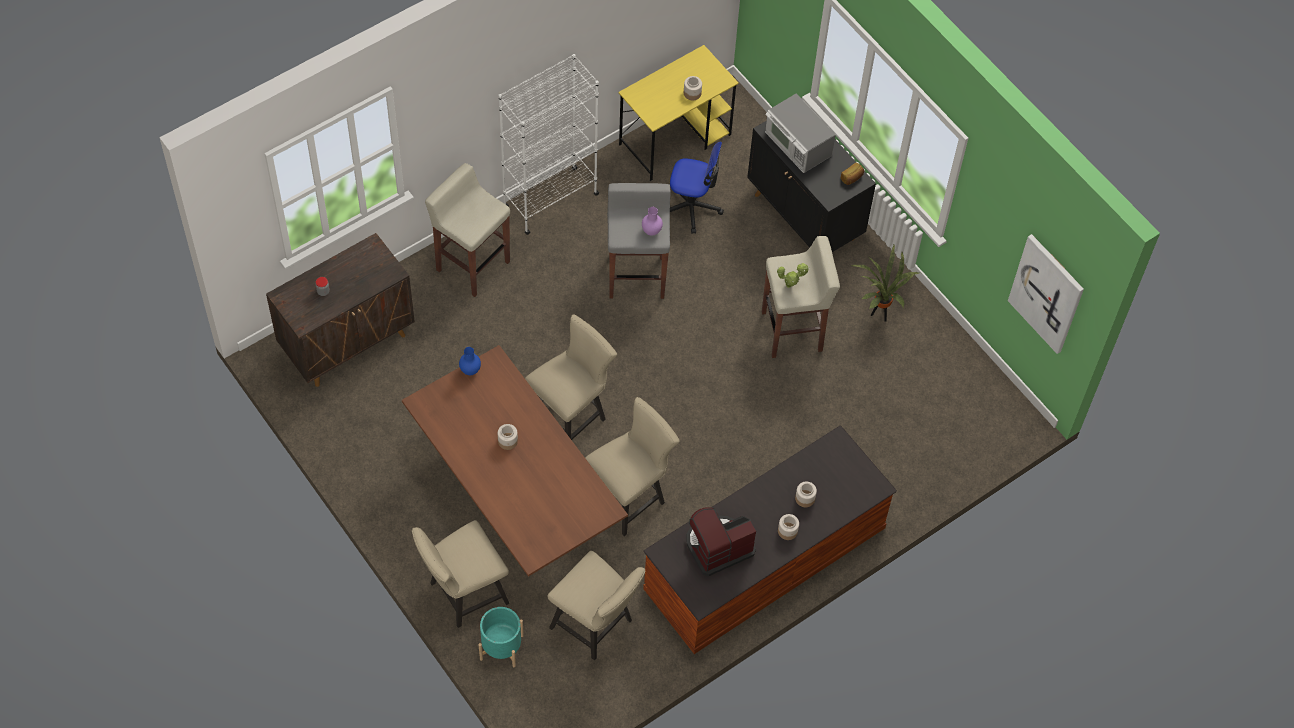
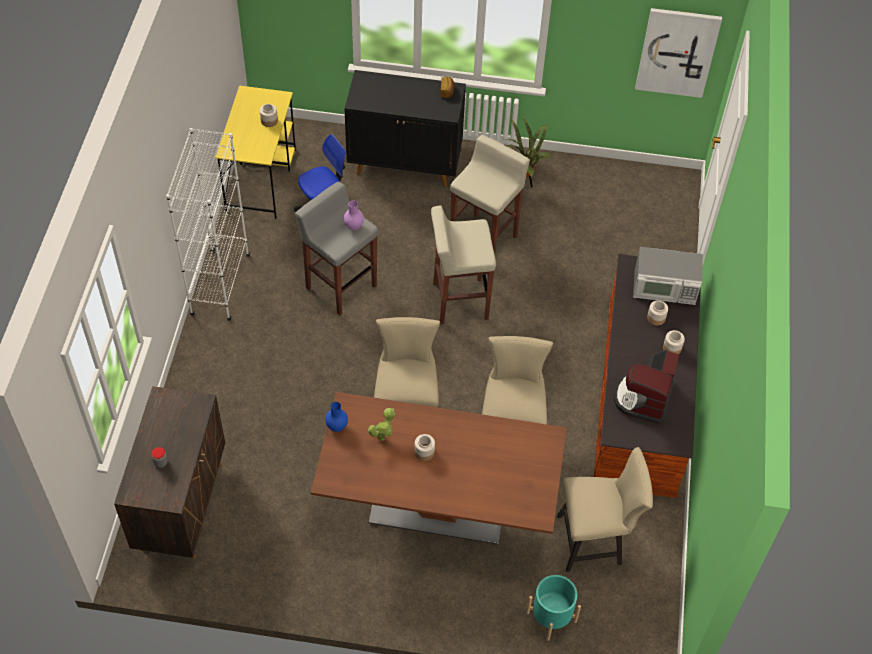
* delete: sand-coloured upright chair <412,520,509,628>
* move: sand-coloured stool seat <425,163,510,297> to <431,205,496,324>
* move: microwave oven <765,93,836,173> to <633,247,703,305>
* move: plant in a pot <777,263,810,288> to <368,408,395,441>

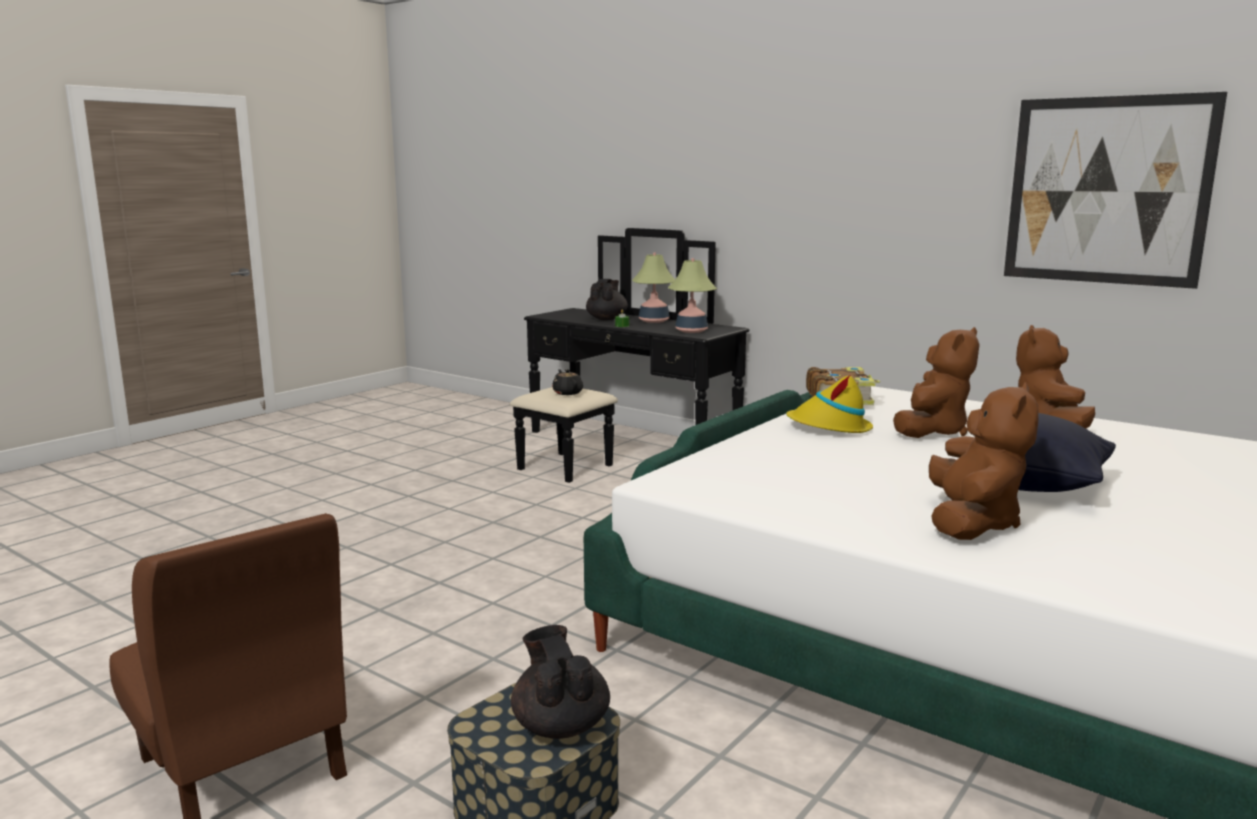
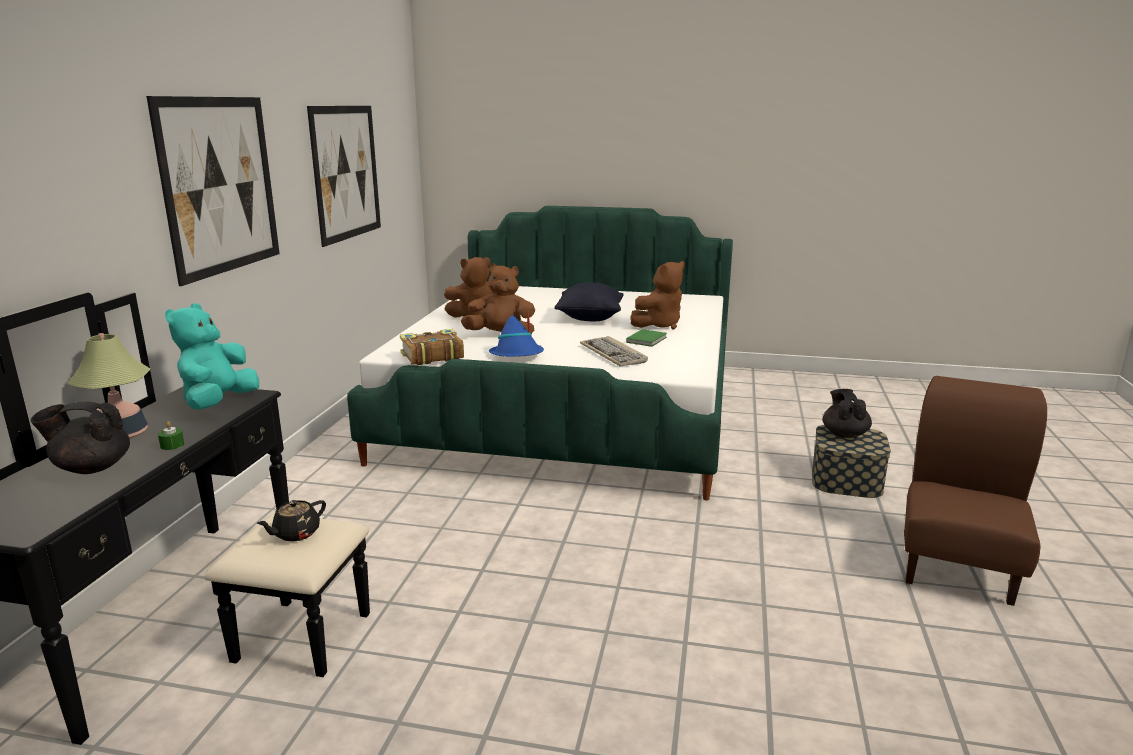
* rotate: blackish teapot <511,625,610,739> = <823,389,872,438> 135 degrees clockwise
* replace: tabletop lamp <668,258,717,333> to turquoise plush toy <165,303,259,409>
* recolor: yellowish wearable hat <786,374,873,433> to blue wearable hat <489,312,544,357>
* rotate: brown-coloured plush toy <929,383,1038,540> = <630,261,685,329> 150 degrees clockwise
* insert: picture <146,96,280,286>
* insert: keyboard <580,336,648,367>
* insert: green book <626,329,667,347>

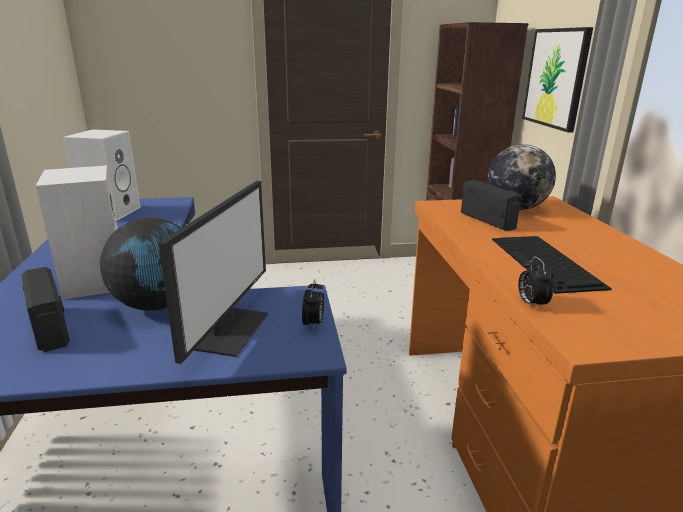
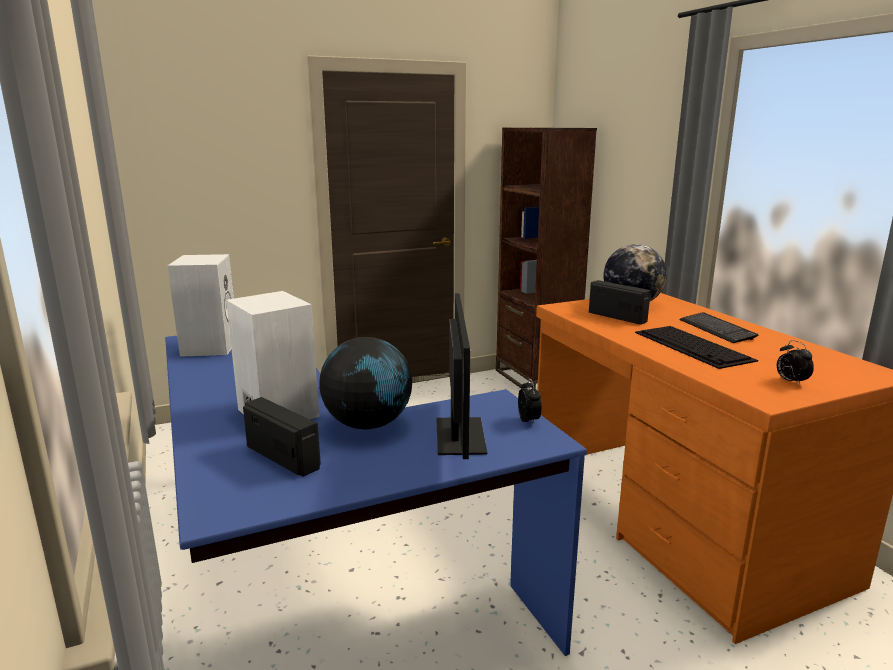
* move: bedside clock <518,256,553,311> to <777,340,814,385>
* delete: picture <522,27,593,132>
* insert: keyboard <680,312,759,343>

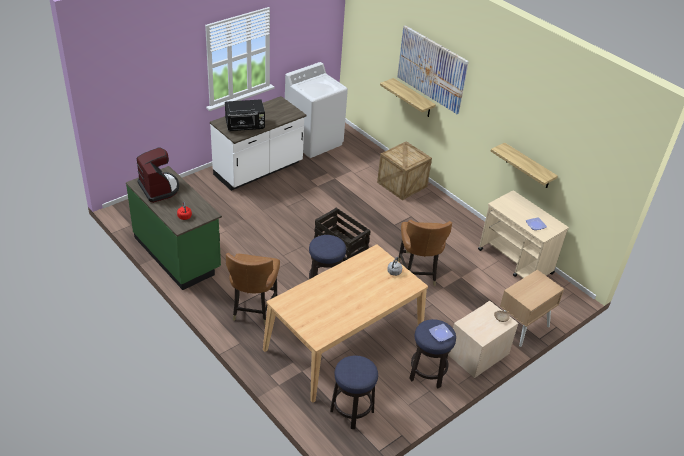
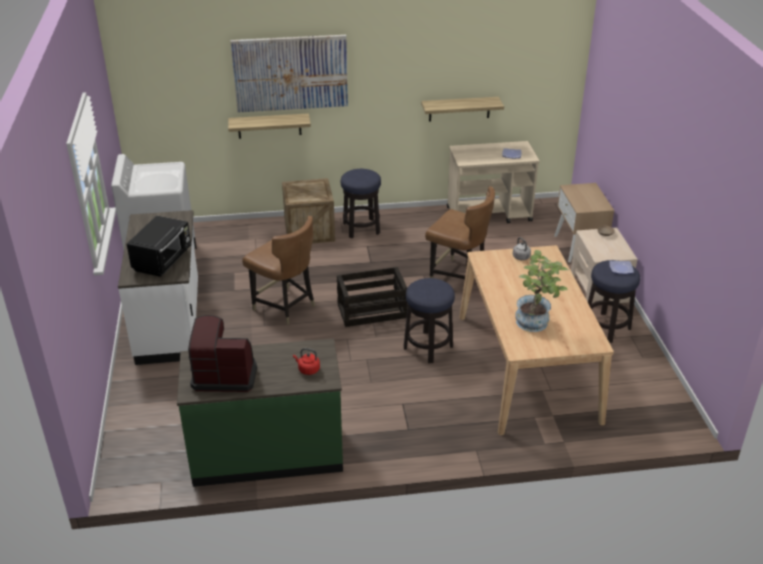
* move: brown-coloured upright chair <226,253,280,325> to <242,216,315,325>
* move: stool seat <330,355,378,429> to <341,169,381,239>
* insert: plant in a pot <515,250,568,332>

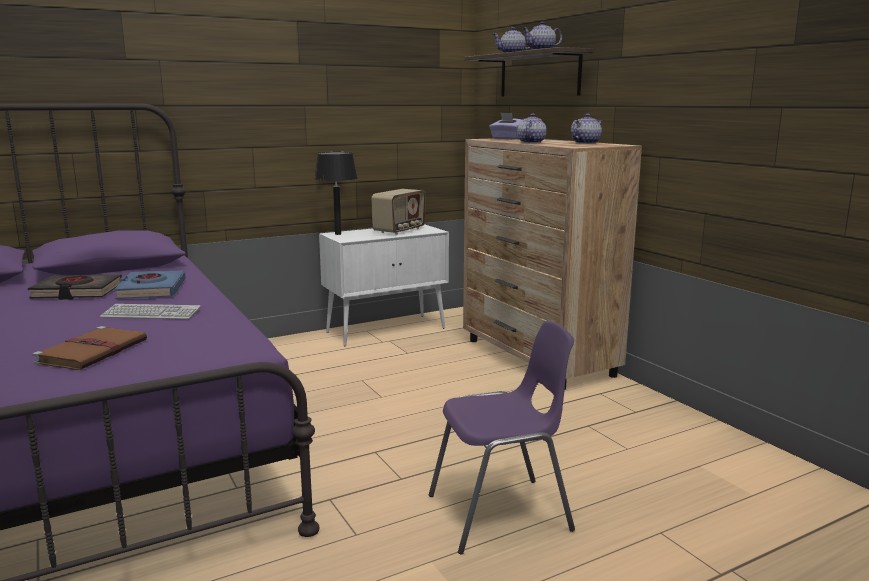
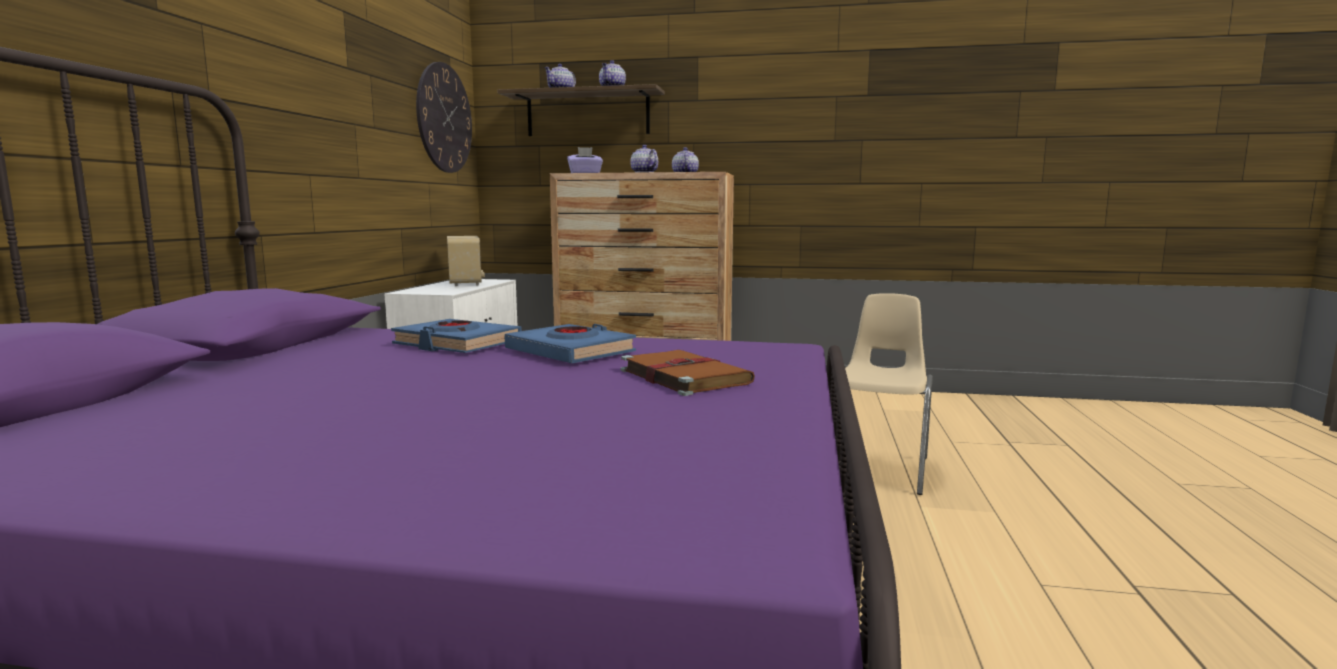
* delete: blackish book <28,274,122,300>
* replace: keyboard <100,304,201,320> to blue book <504,324,636,363>
* delete: blackish tabletop lamp <314,152,358,235>
* recolor: purple upright chair <429,321,575,554> to sand-coloured upright chair <845,293,933,495>
* insert: hanging clock <416,62,472,173>

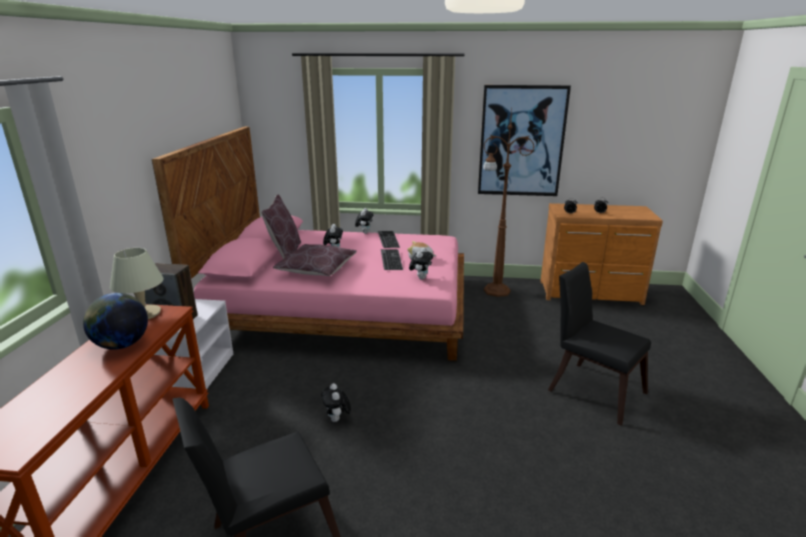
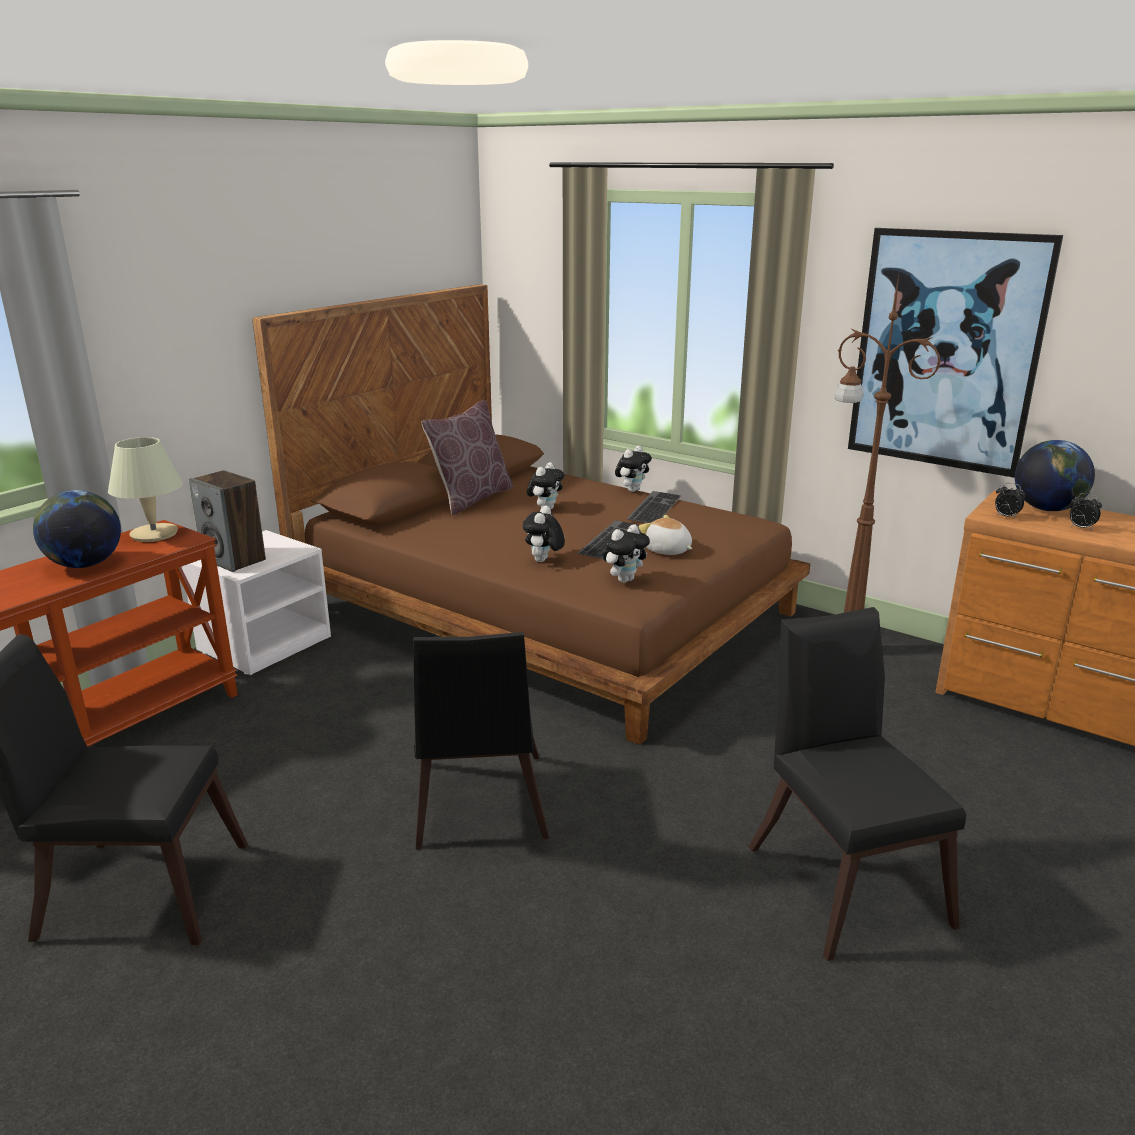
* recolor: pink bedroom bed <152,127,464,361> to brown-coloured bedroom bed <252,284,810,745>
* delete: brown-coloured pillow <273,244,357,276>
* move: plush toy <321,383,351,422> to <523,506,565,562>
* insert: blackish upright chair <413,632,549,850>
* insert: globe <1015,440,1095,511>

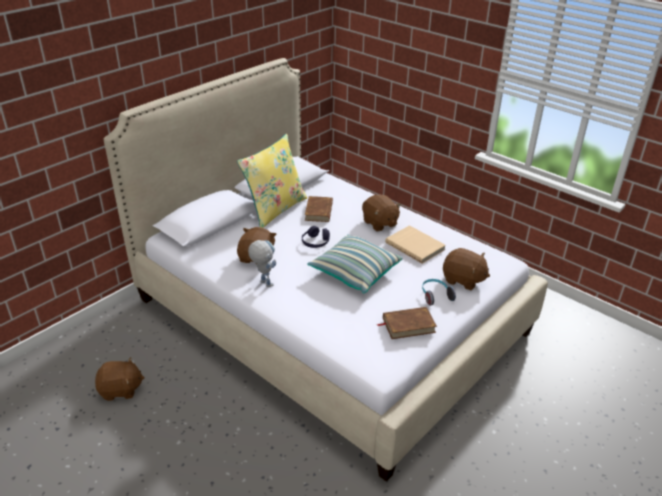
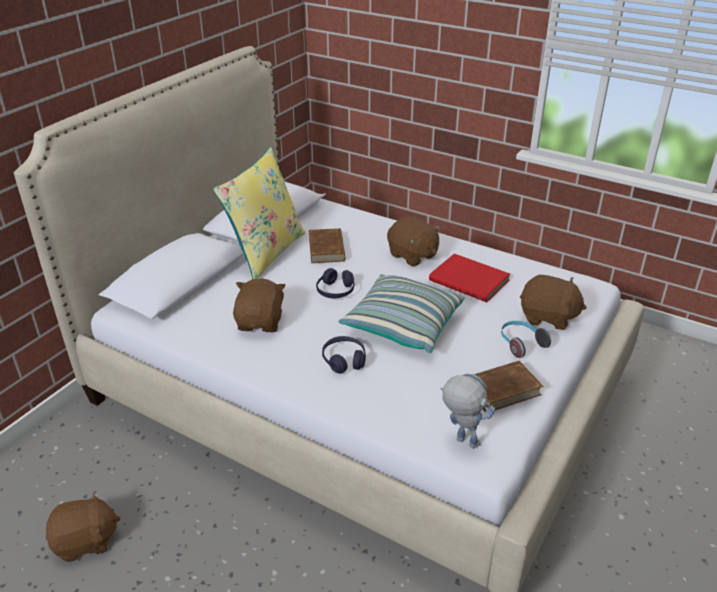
* move: model robot <248,240,276,287> to <440,374,495,449>
* recolor: sand-coloured book <385,225,446,264> to red-coloured book <429,254,510,302>
* insert: purple headphones <322,336,366,374>

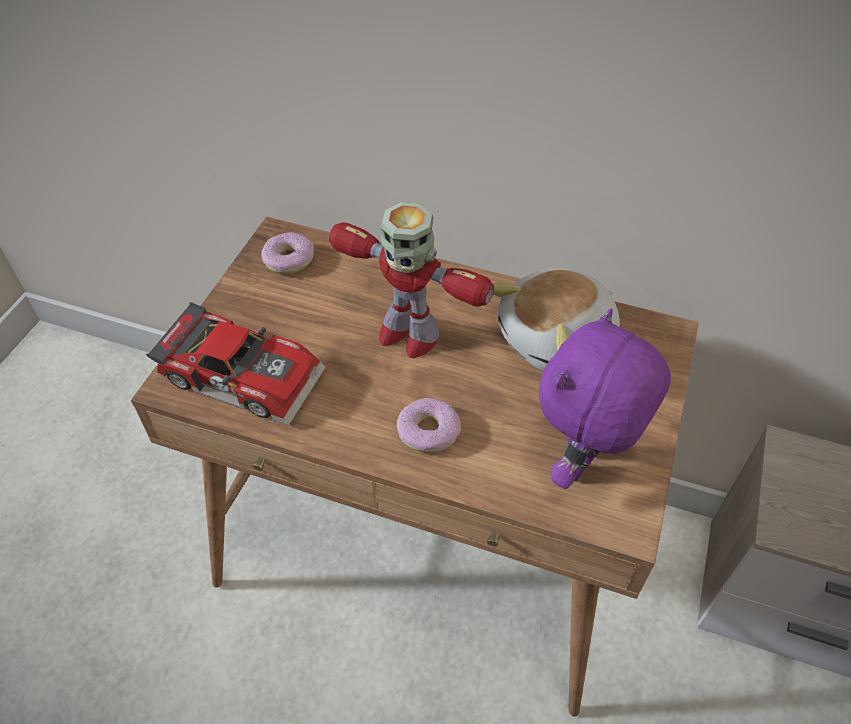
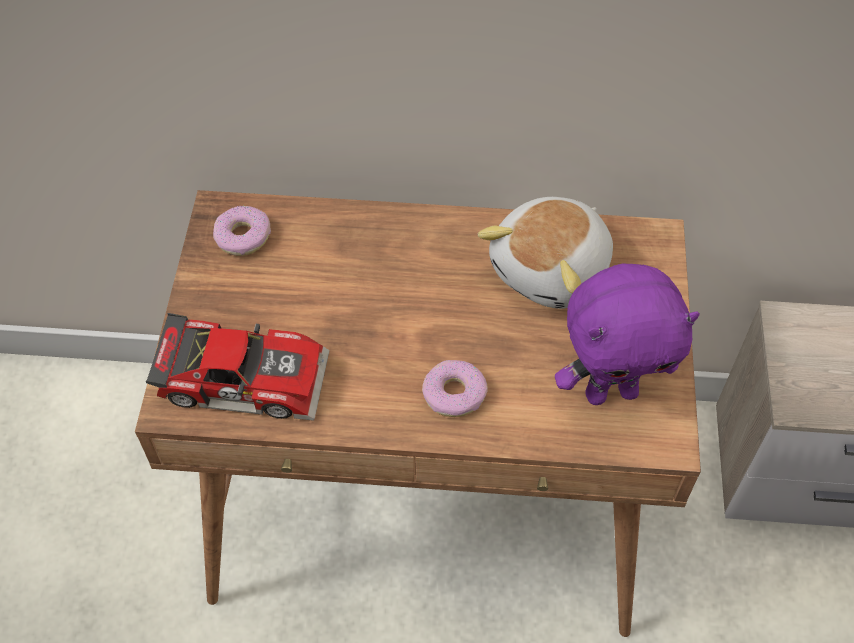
* delete: model robot <329,202,494,358>
* rotate: purple plush toy <539,309,671,489> = <555,264,700,405> 120 degrees counterclockwise

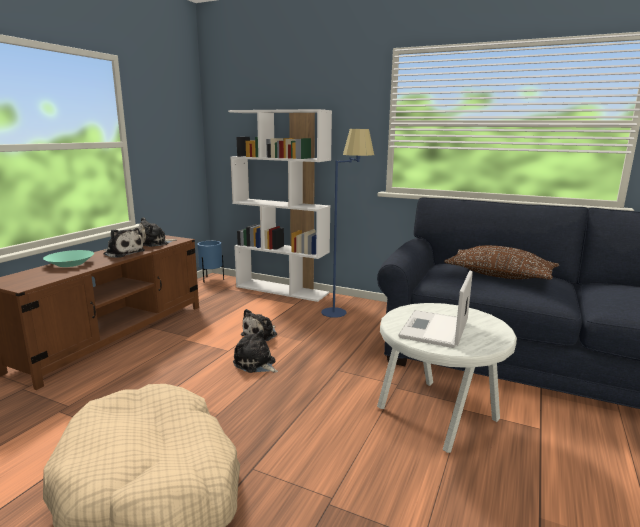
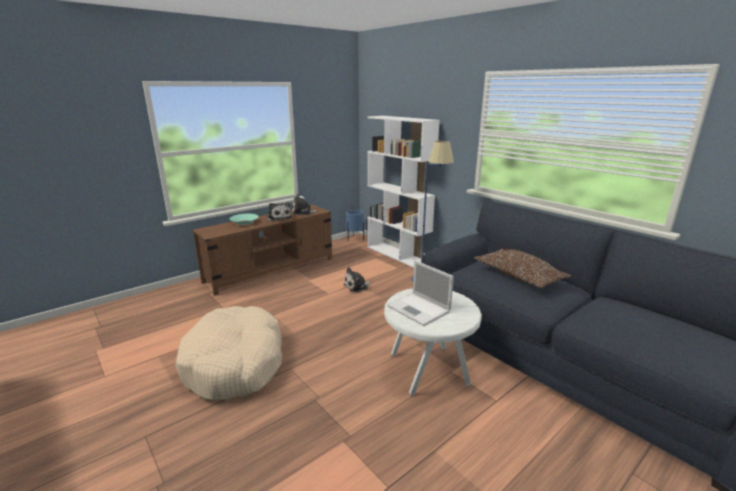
* delete: plush toy <233,330,278,373>
* rotate: notebook computer <398,271,473,348> = <387,260,454,326> 90 degrees counterclockwise

